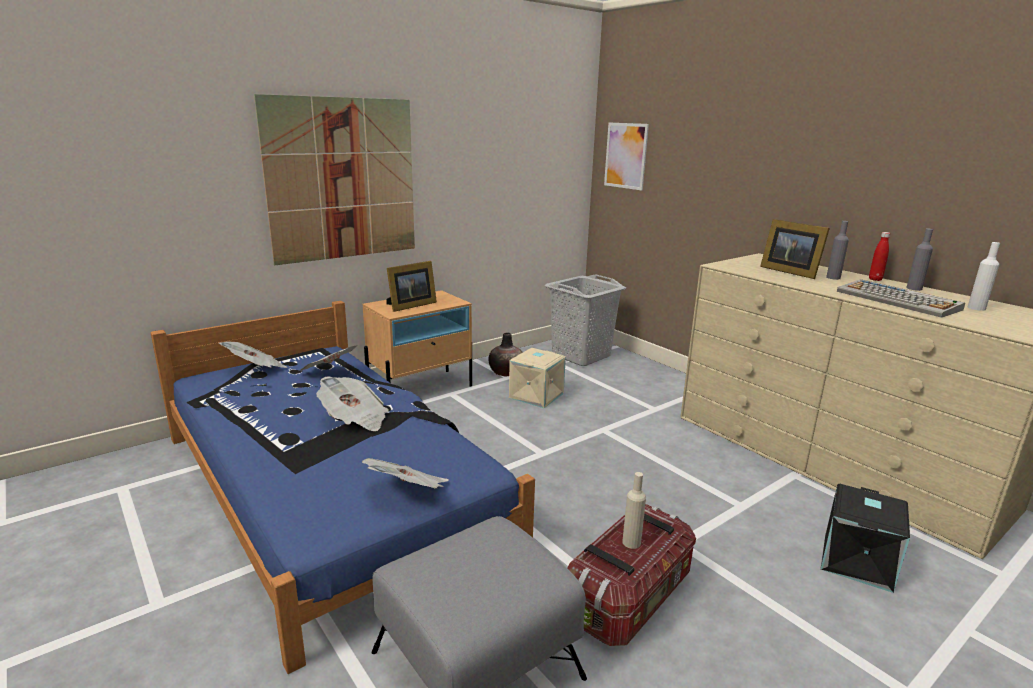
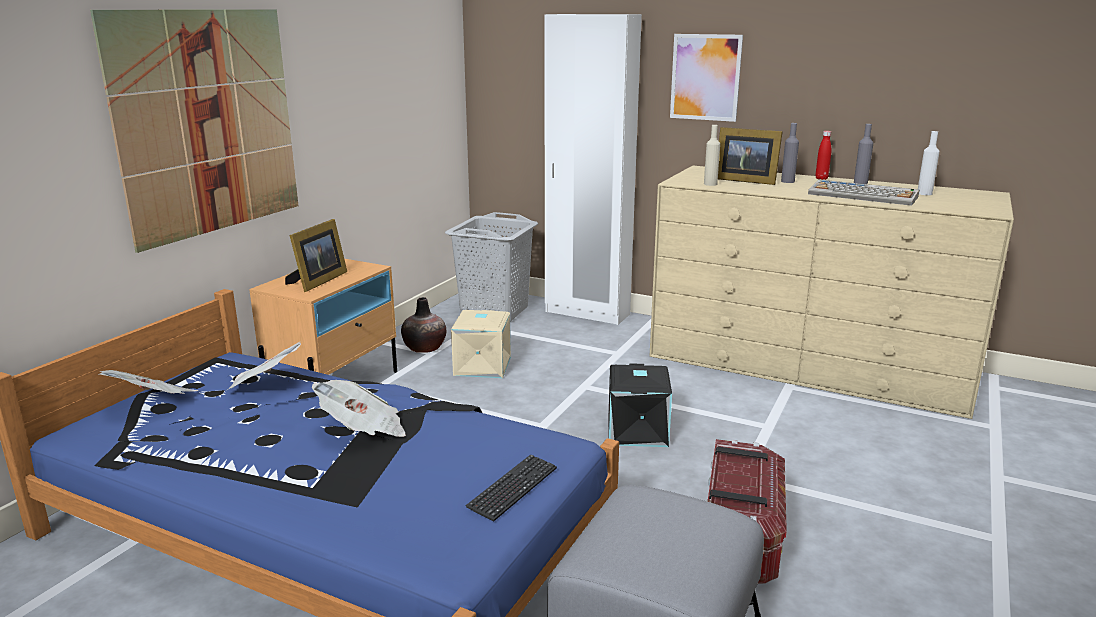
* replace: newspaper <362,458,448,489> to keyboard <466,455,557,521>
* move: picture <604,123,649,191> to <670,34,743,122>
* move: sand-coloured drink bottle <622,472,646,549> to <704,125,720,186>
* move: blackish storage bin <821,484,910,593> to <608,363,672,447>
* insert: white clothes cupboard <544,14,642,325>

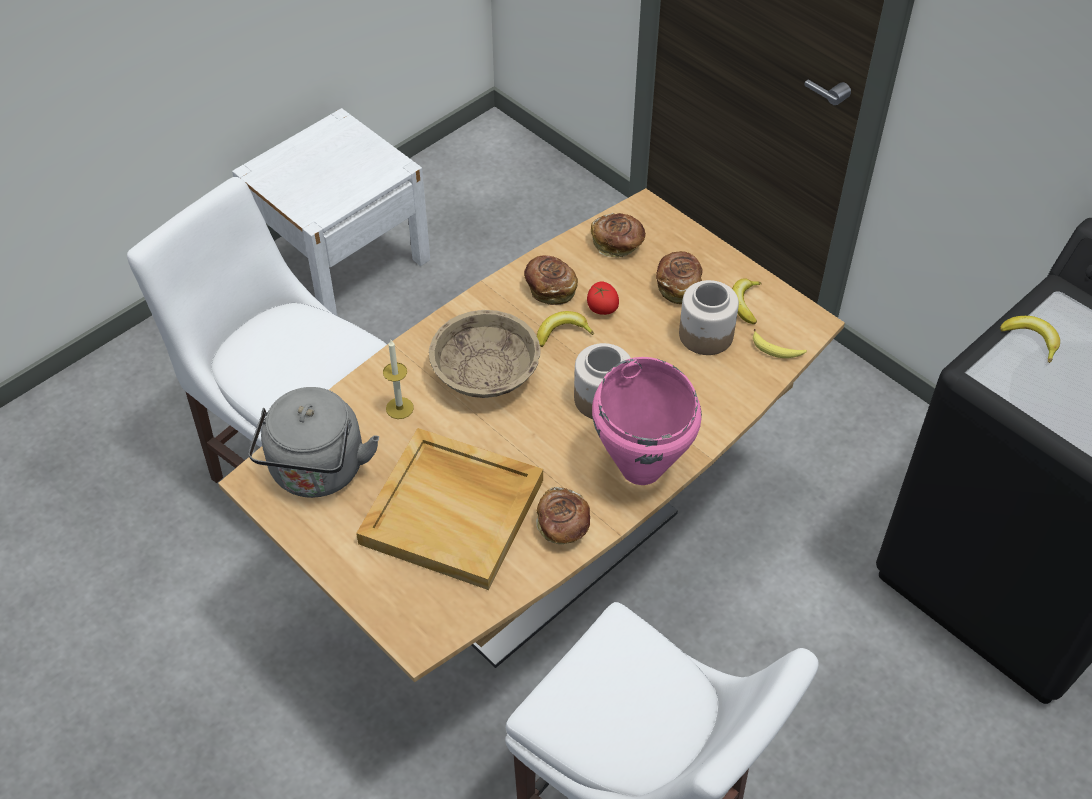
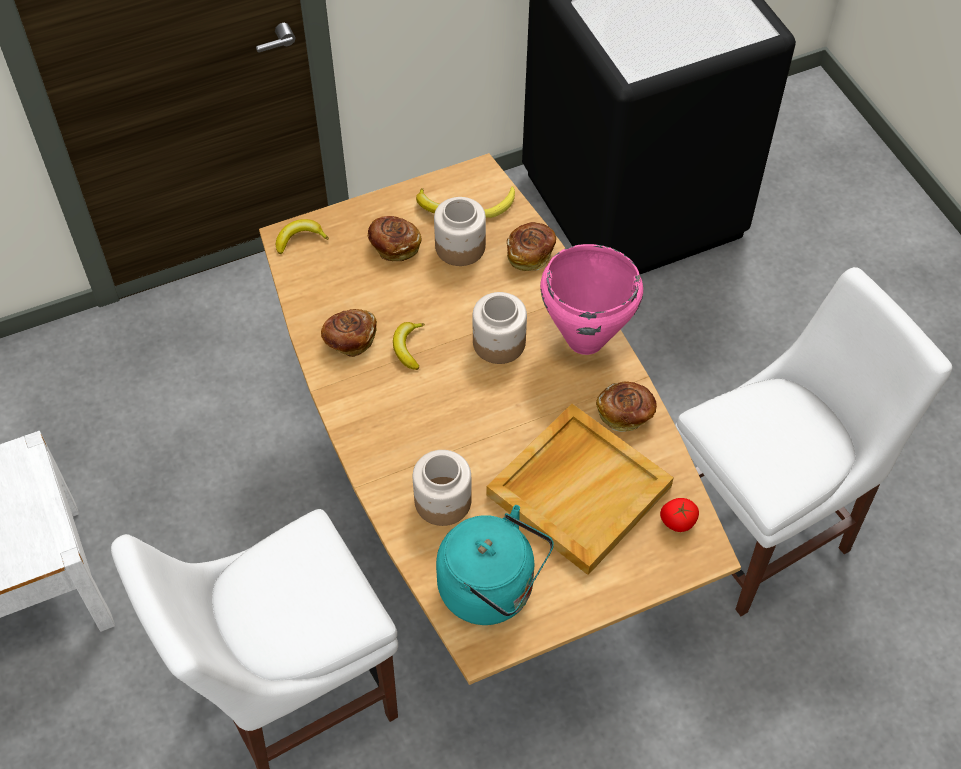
* recolor: gray kettle <248,387,379,498> to turquoise kettle <436,505,554,625>
* replace: wax candle <383,340,414,419> to jar <413,450,472,526>
* delete: sand-coloured bowl <429,310,541,398>
* move: fresh tomato <587,281,619,315> to <660,498,699,532>
* move: bread <591,213,646,258> to <507,222,556,271>
* move: banana <1000,316,1060,363> to <276,219,329,254>

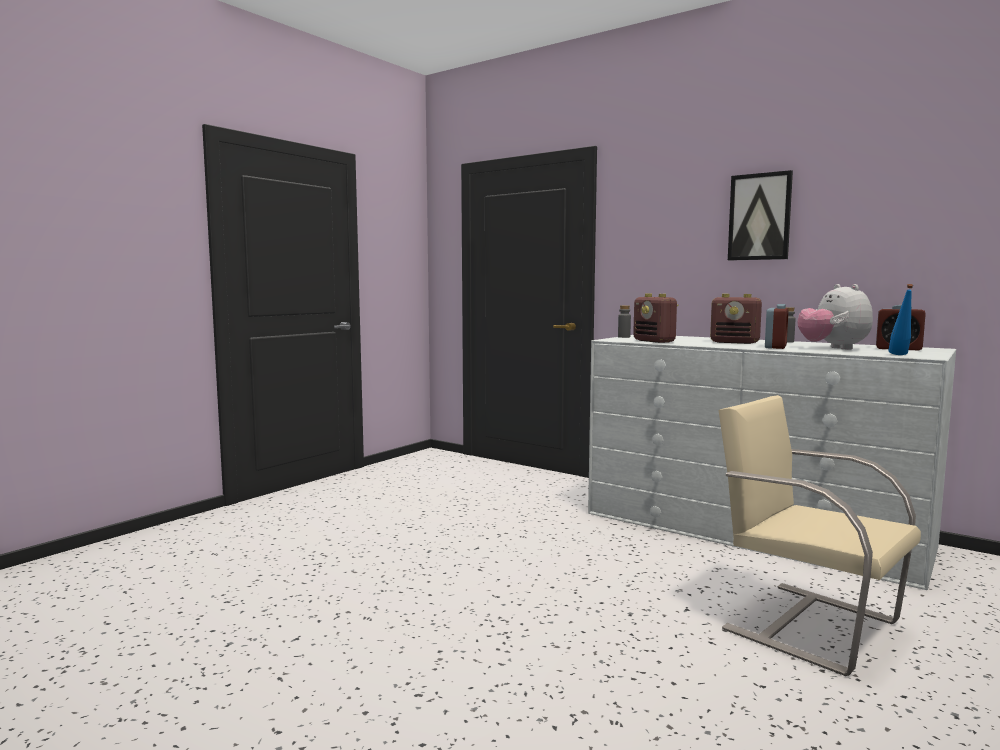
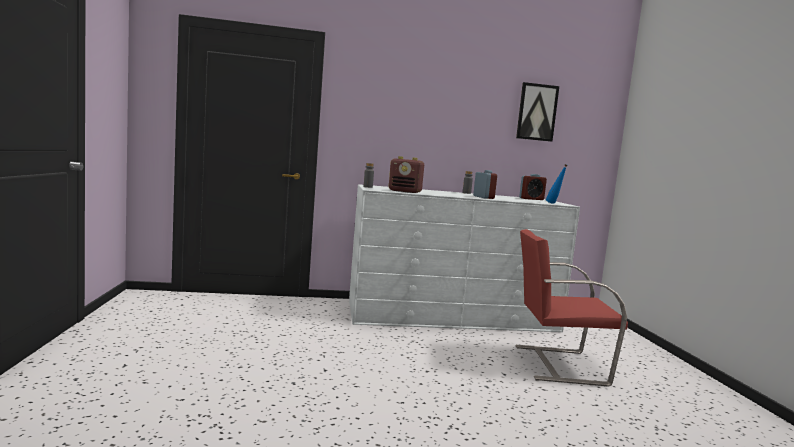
* delete: radio receiver <710,294,762,344>
* recolor: sand-coloured upright chair <719,395,921,676> to red-coloured upright chair <516,229,628,387>
* move: picture <728,170,793,260> to <516,82,559,142>
* delete: plush toy <797,284,873,350>

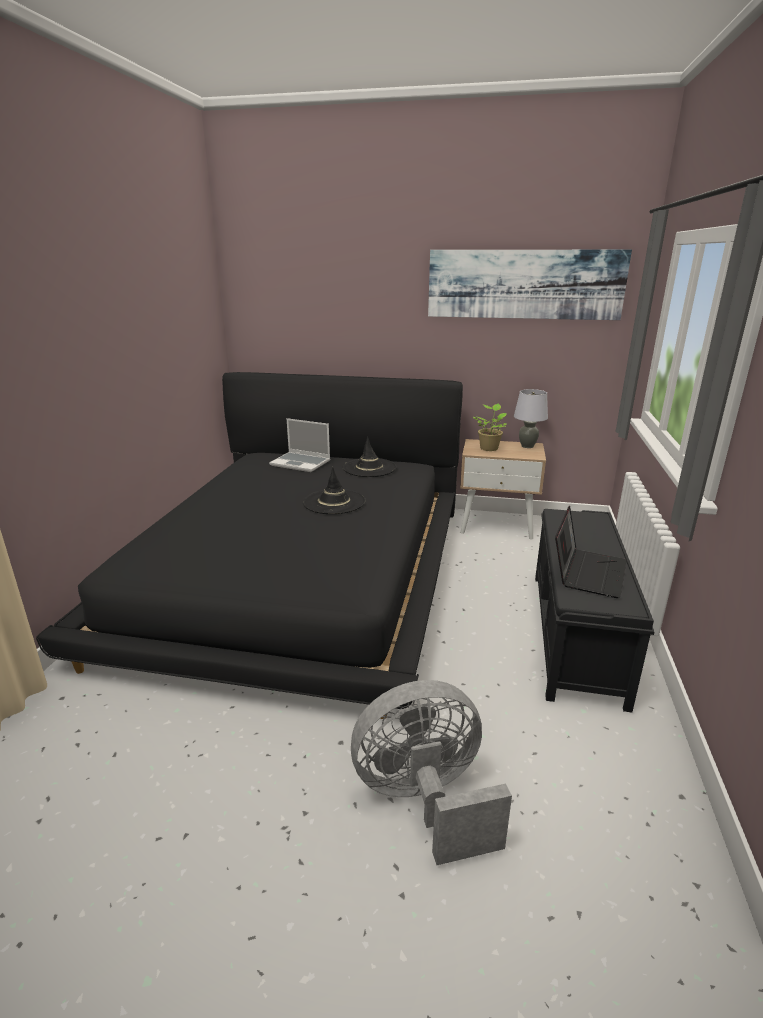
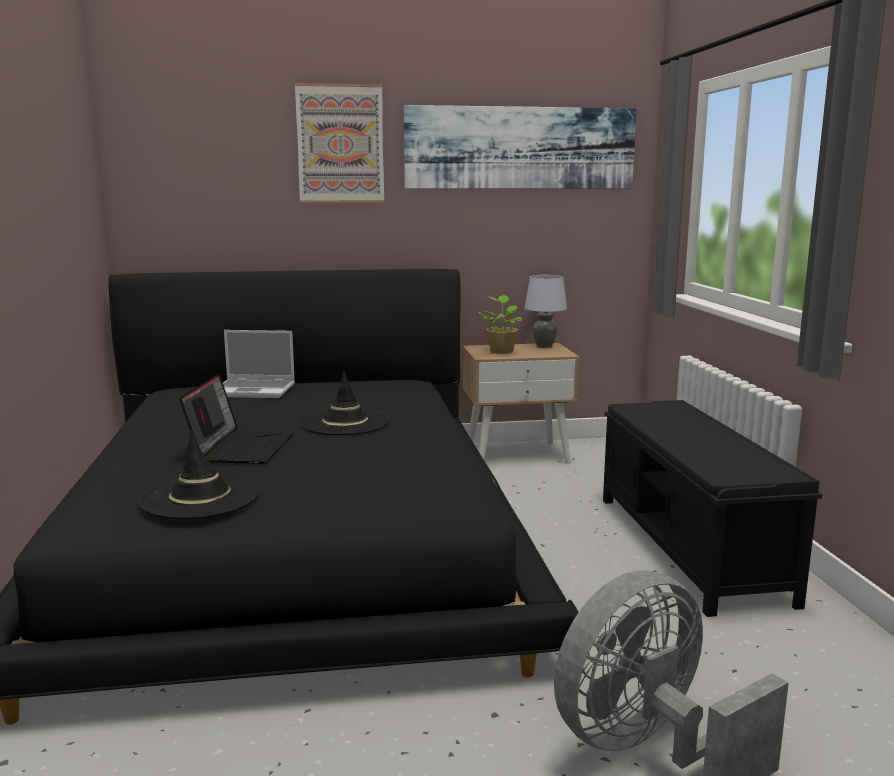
* move: blackish wearable hat <343,436,397,477> to <139,429,260,519>
* move: notebook computer <555,506,627,598> to <179,374,295,464>
* insert: picture <295,83,384,203>

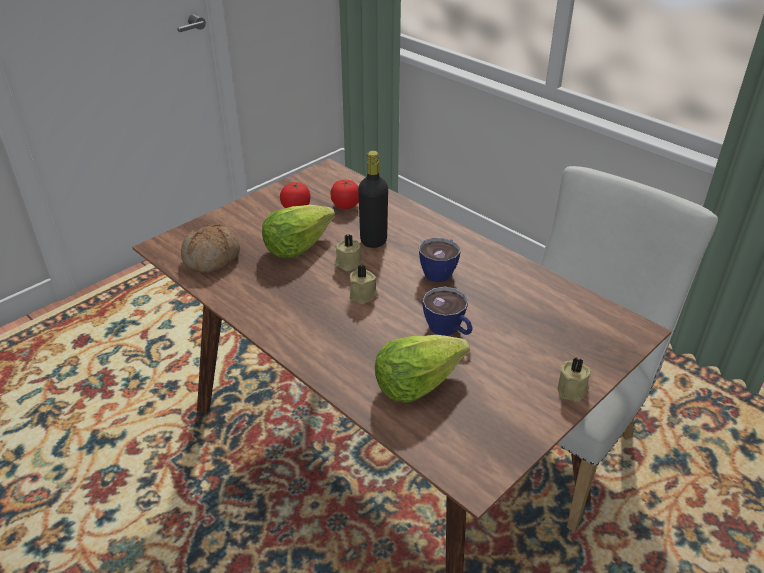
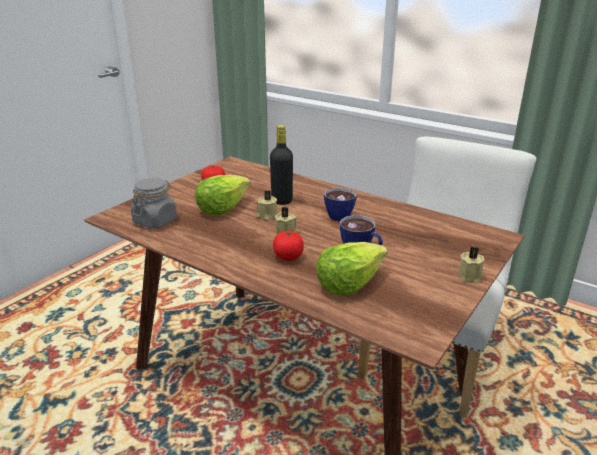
* replace: bread <181,224,240,273> to gray jar <131,178,177,229>
* move: fresh tomato <330,180,359,209> to <273,231,304,261>

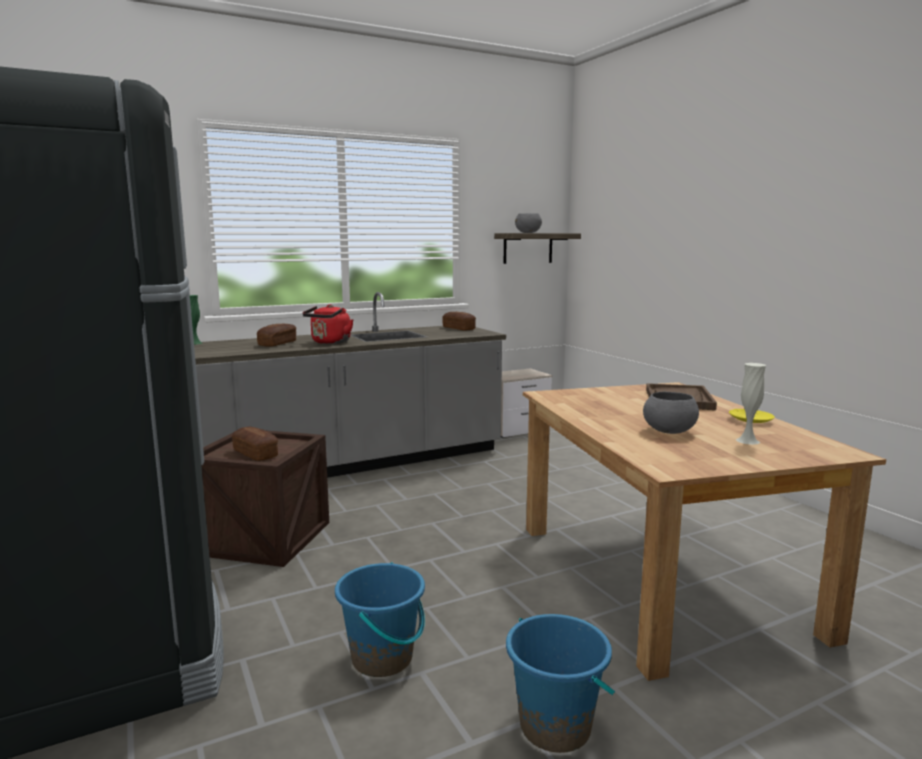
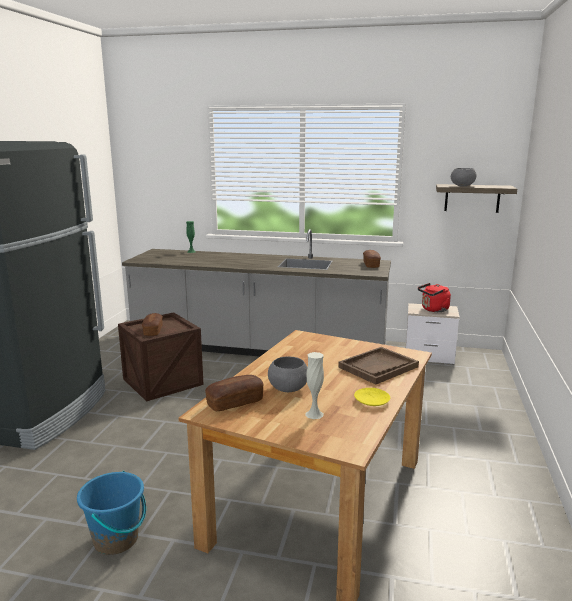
* move: bread <257,323,296,347> to <205,375,264,411>
* move: red-coloured kettle <303,304,353,344> to <418,283,451,312>
* delete: blue water bucket <335,562,425,677>

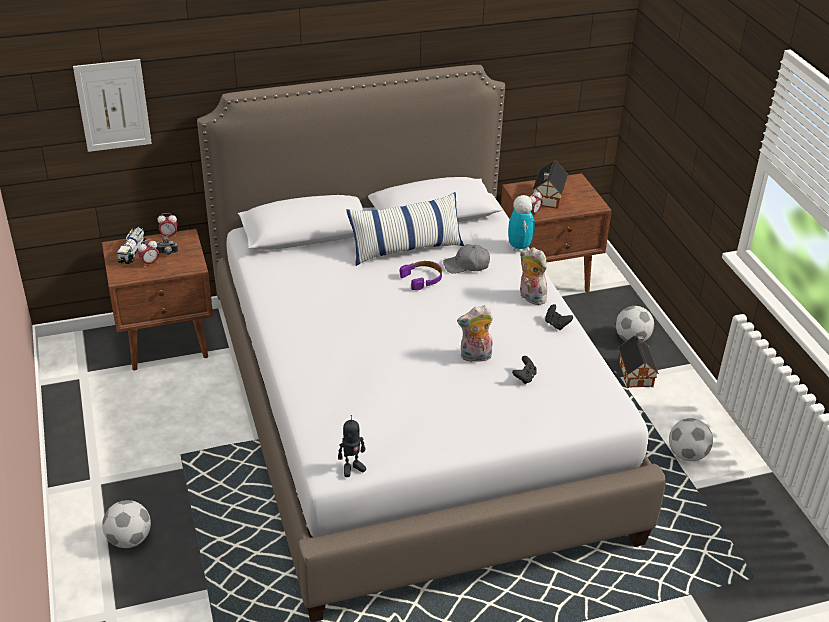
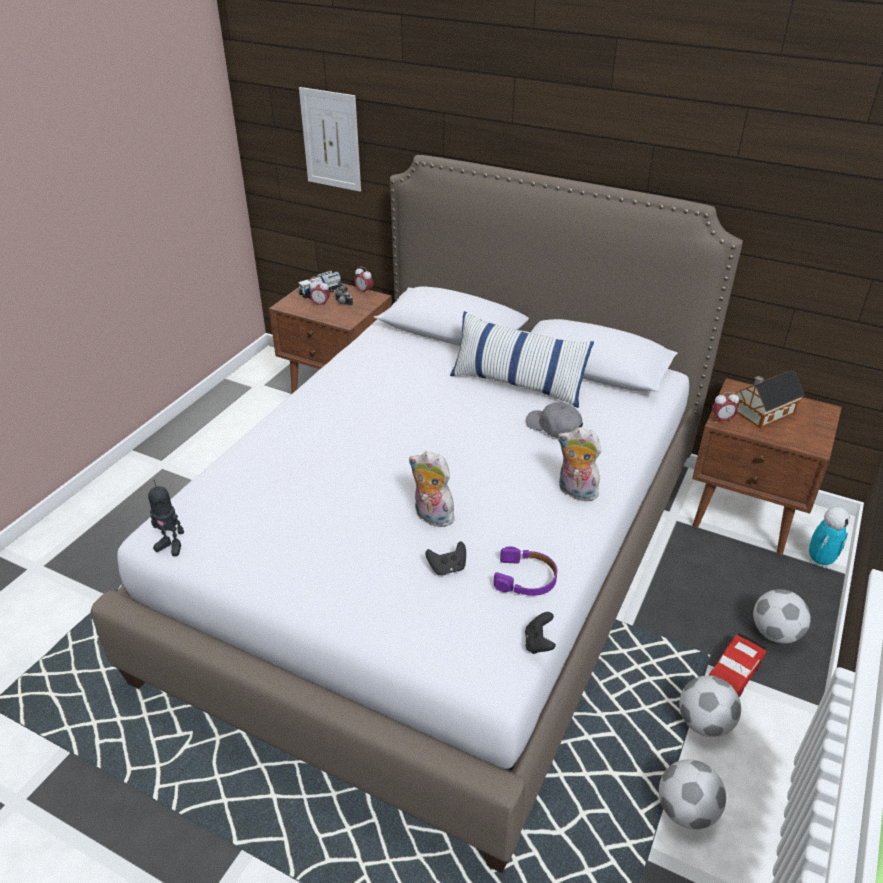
* move: ball for football <102,500,151,548> to <679,676,741,737>
* move: purple headphones <400,261,442,290> to <494,546,557,596>
* move: model robot <508,195,535,251> to <809,507,850,568>
* rotate: plush toy <520,247,547,305> = <557,427,602,501> 60 degrees counterclockwise
* move: blackish joypad <545,304,573,330> to <525,612,556,654>
* replace: toy house <618,335,659,388> to red-coloured miniature car <709,633,766,697>

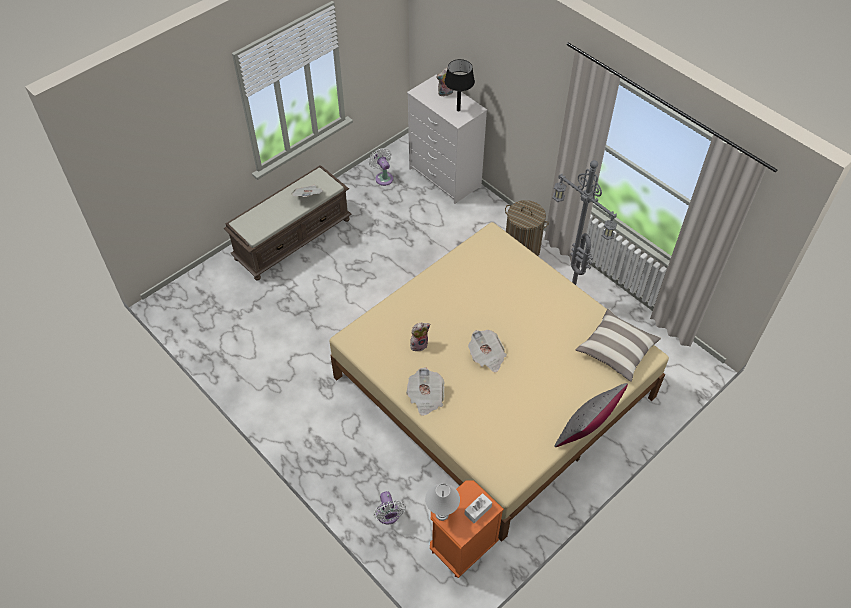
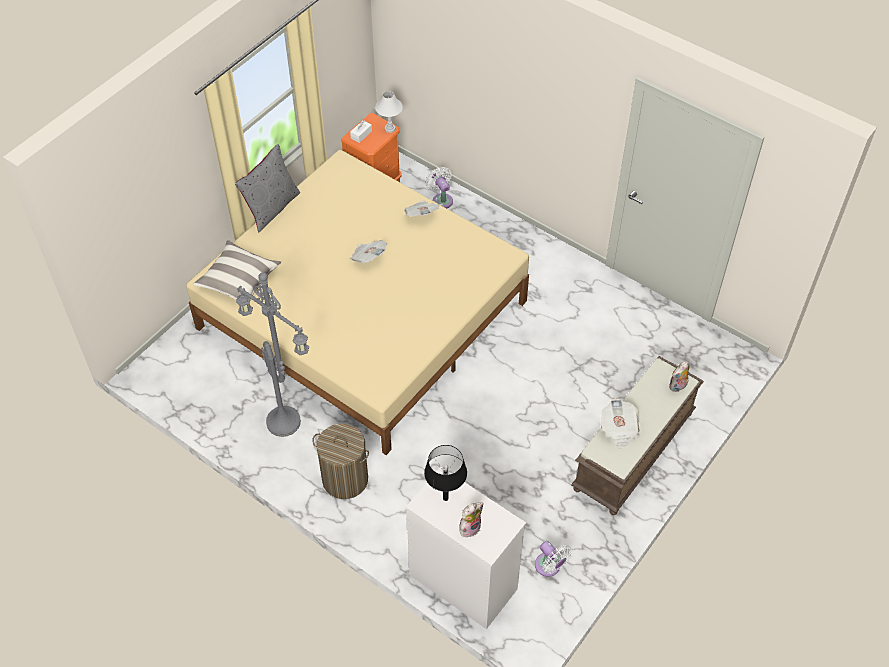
* move: plush toy <410,323,430,351> to <669,361,690,393>

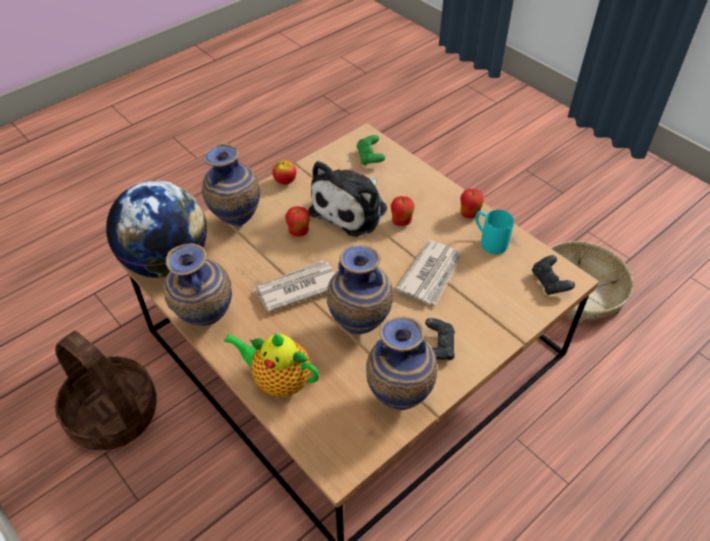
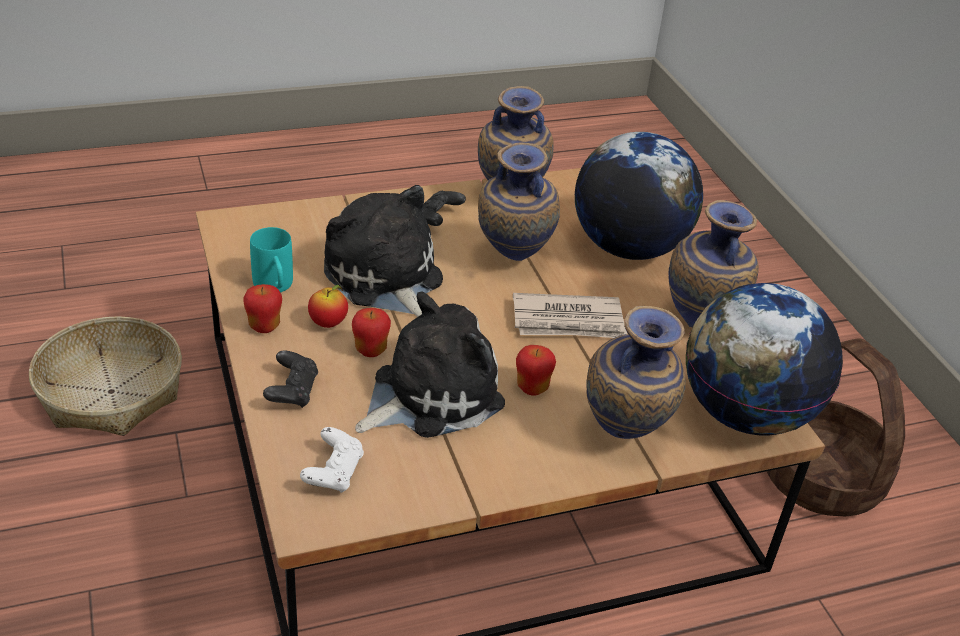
* replace: teapot <224,334,319,397> to globe <575,132,703,260>
* move: apple <273,160,296,185> to <308,285,348,328>
* recolor: green joypad <356,135,385,165> to white joypad <300,427,364,493>
* replace: newspaper <395,240,462,305> to plush toy <324,185,443,317>
* move: blackish joypad <532,255,575,295> to <263,350,318,408>

